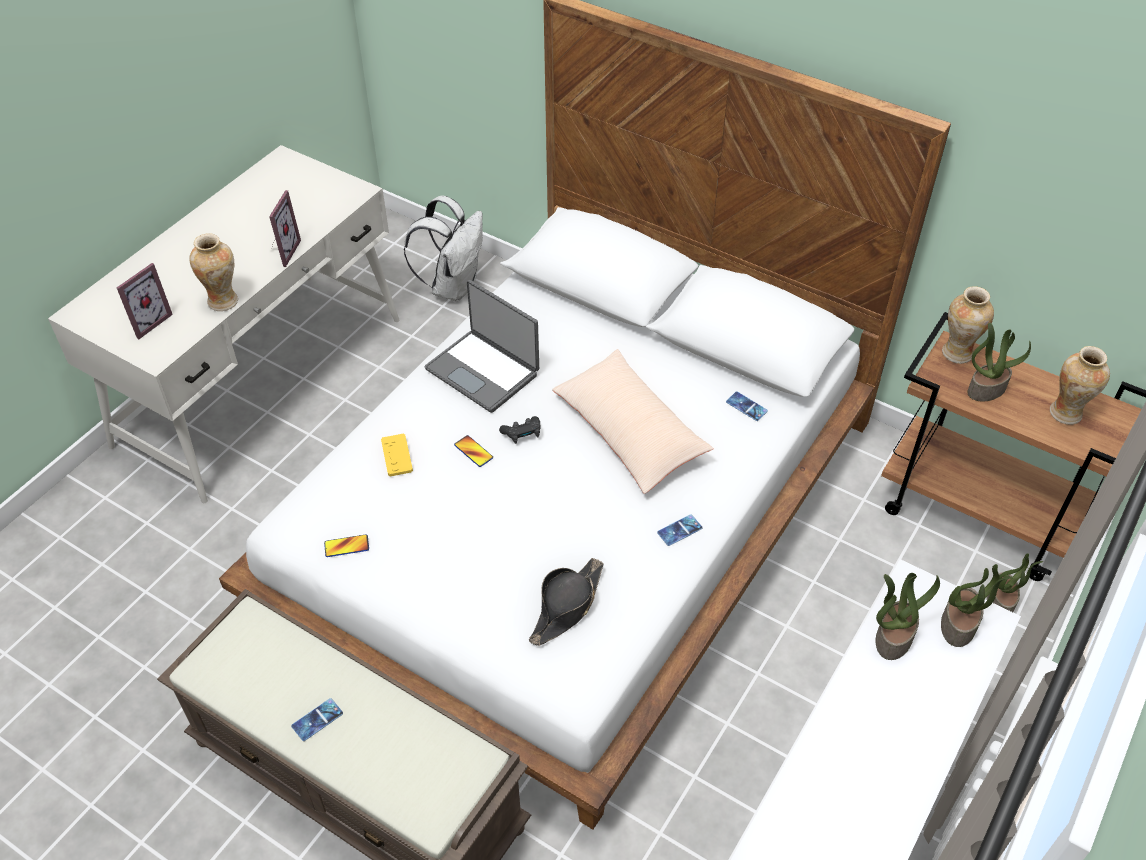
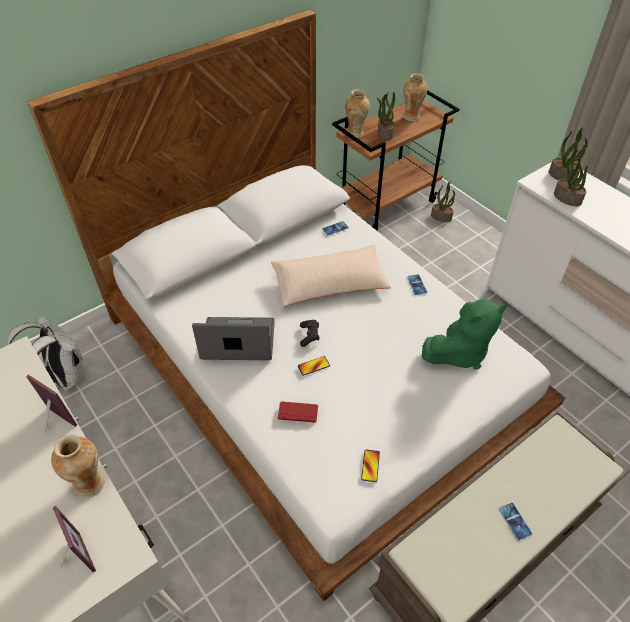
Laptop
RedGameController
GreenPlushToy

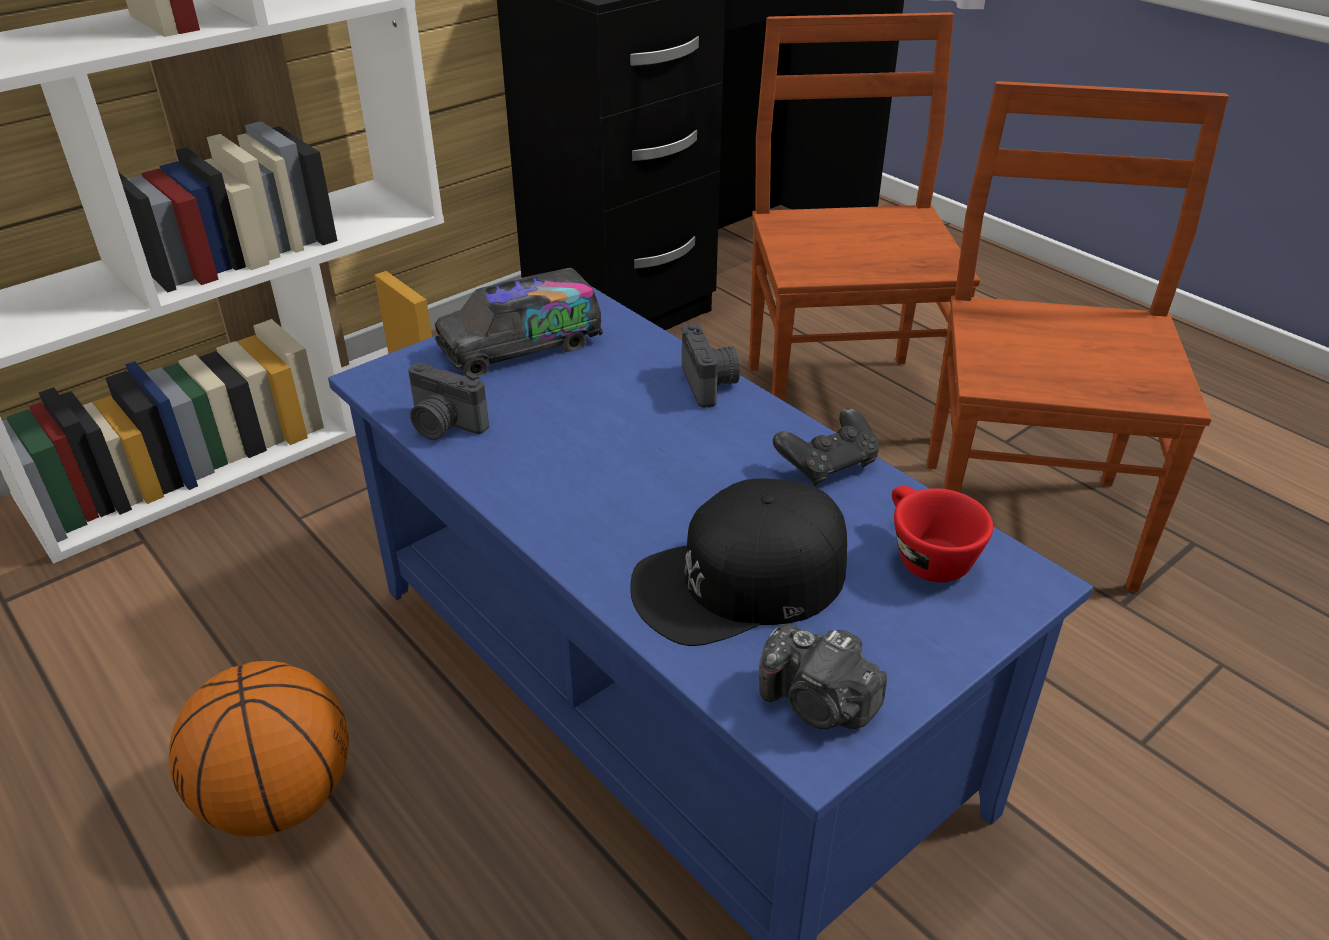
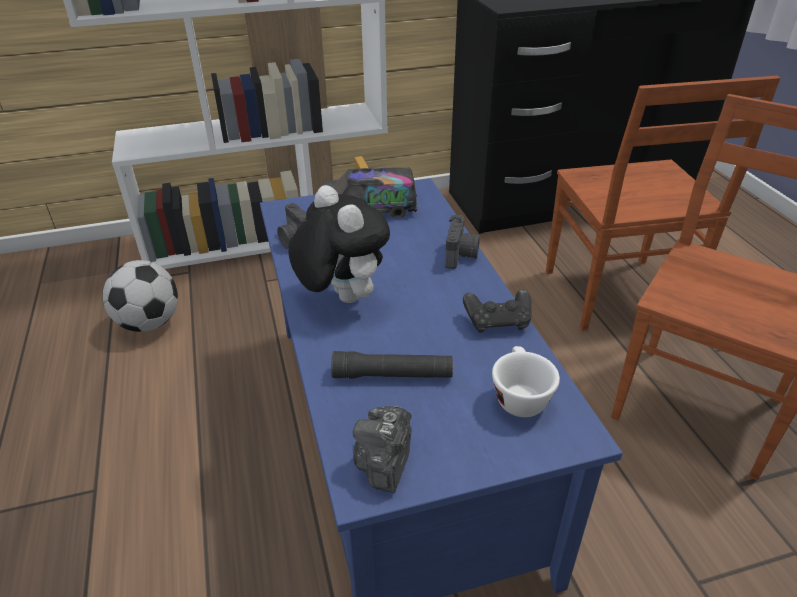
BrownChair (no. 1 from left)
BlackFlashlight
WhiteCup
PhotoCamera (no. 2 from left)
Basketball
PlushToy
Football

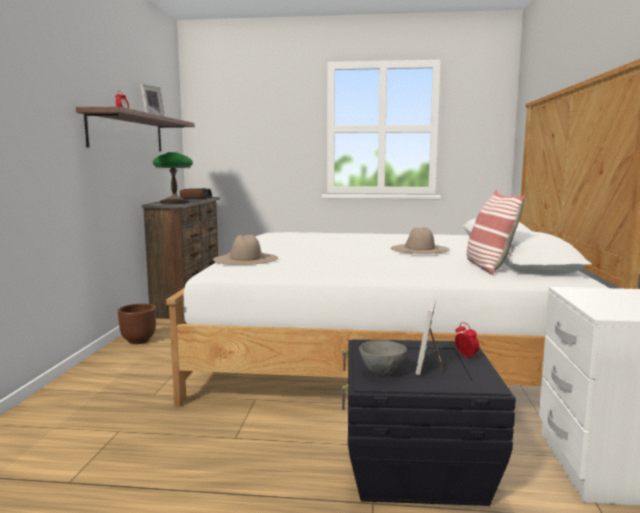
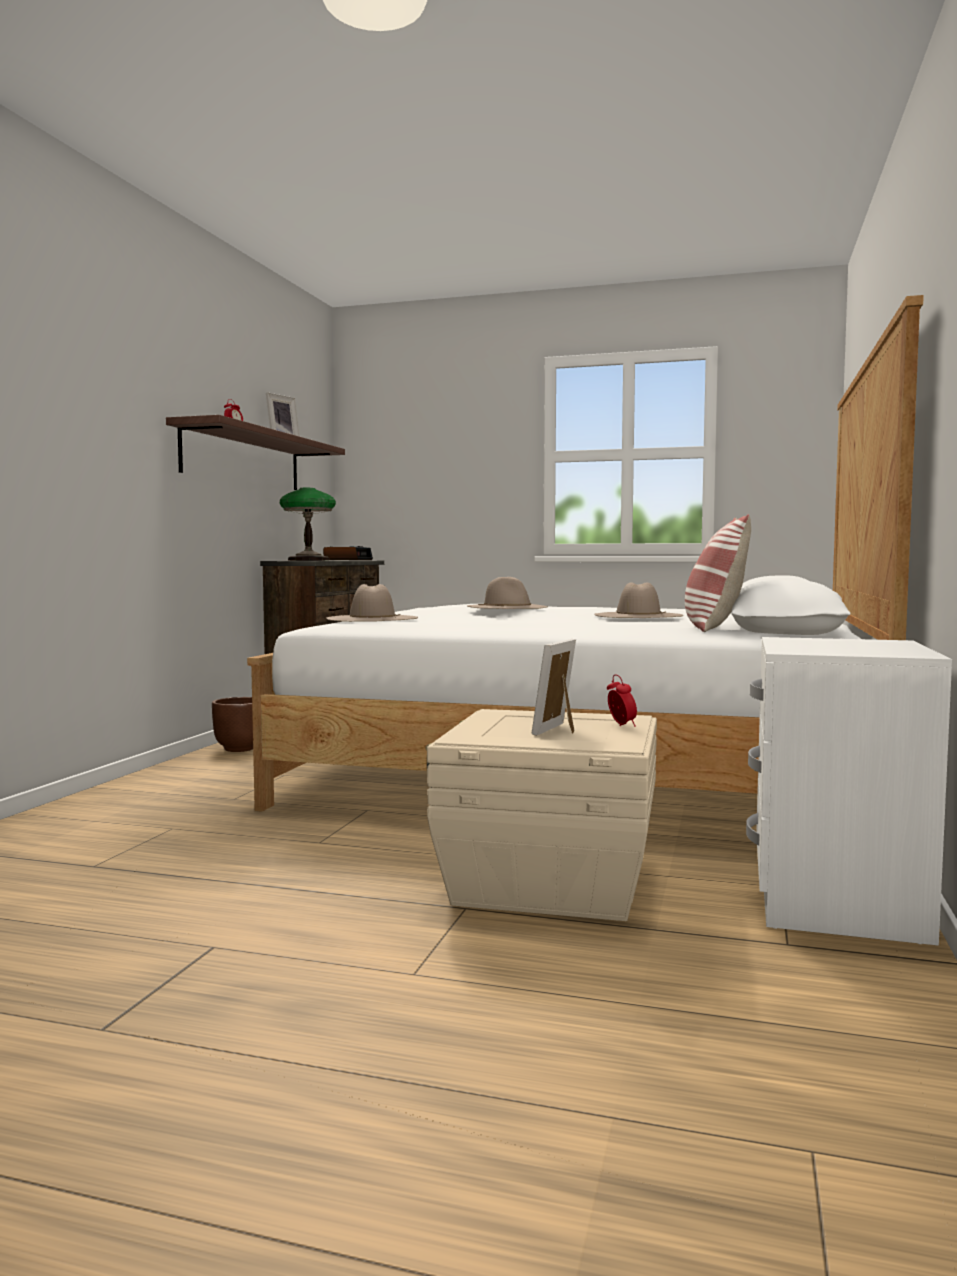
BeigeStorageBox
GreyBowl
BeigeHat (no. 2 from left)

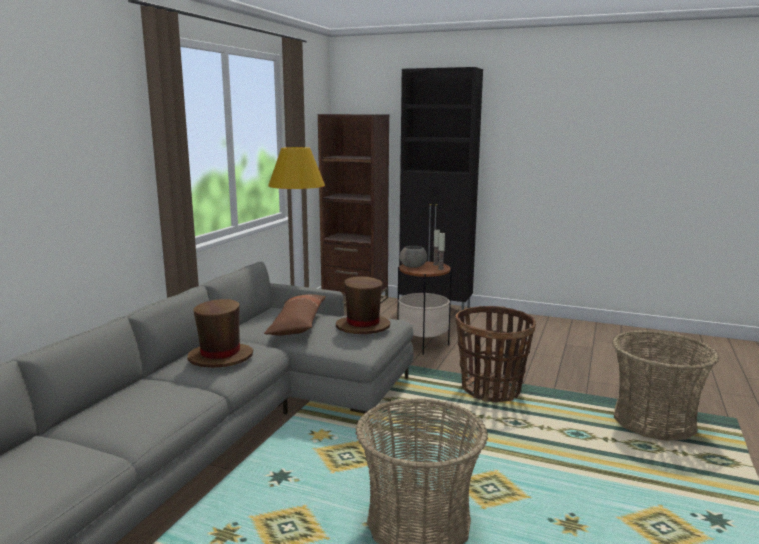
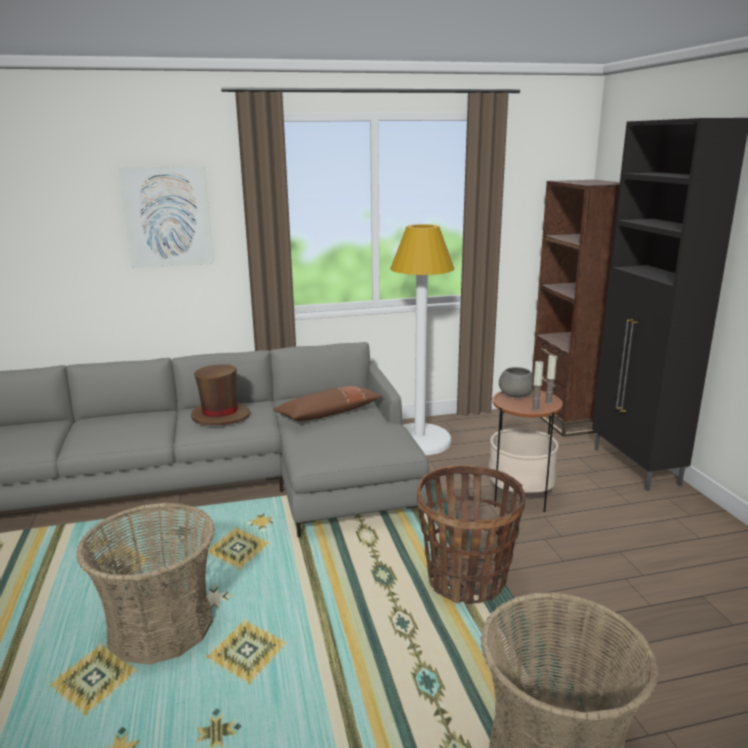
BrownHat (no. 2 from left in the first image)
Picture

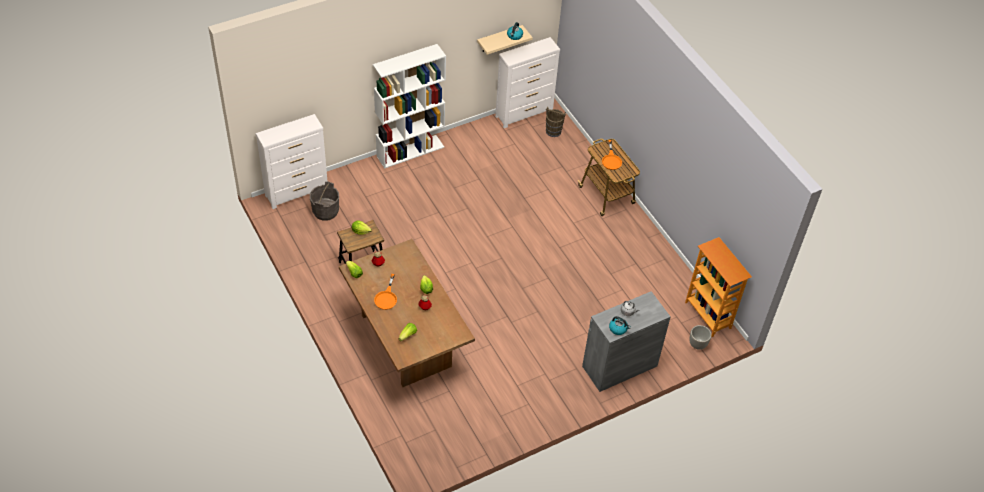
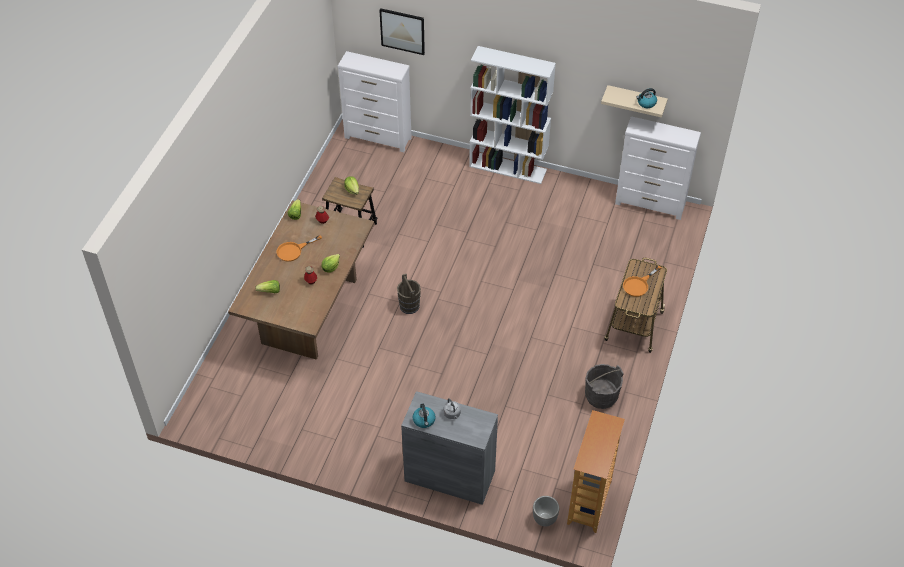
BrownBucket
GreyBucket
Picture

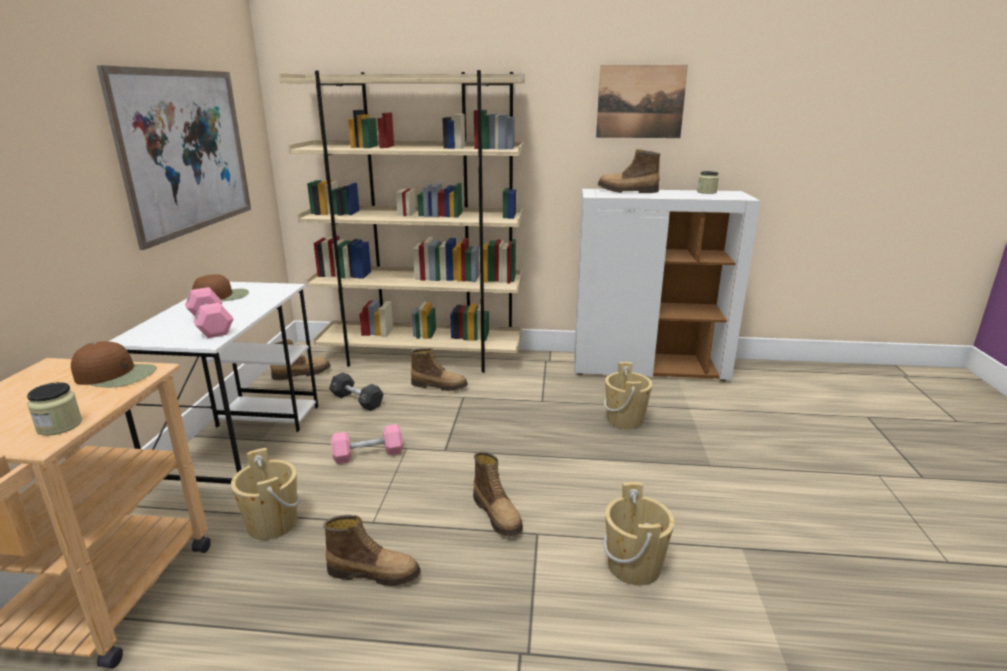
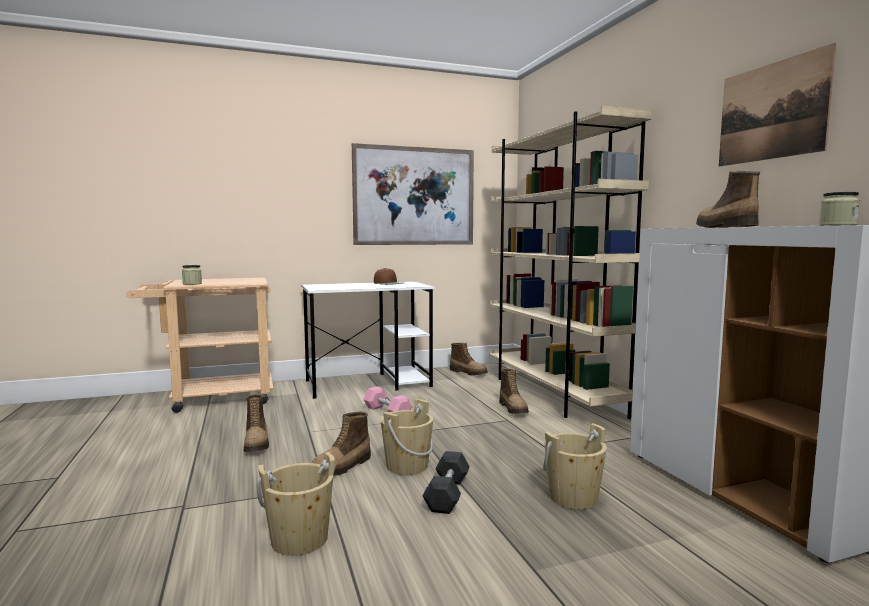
PinkDumbbell (no. 1 from left in the first image)
BrownCap (no. 1 from left in the first image)
BlackDumbbell
BeigeBucket (no. 2 from left)

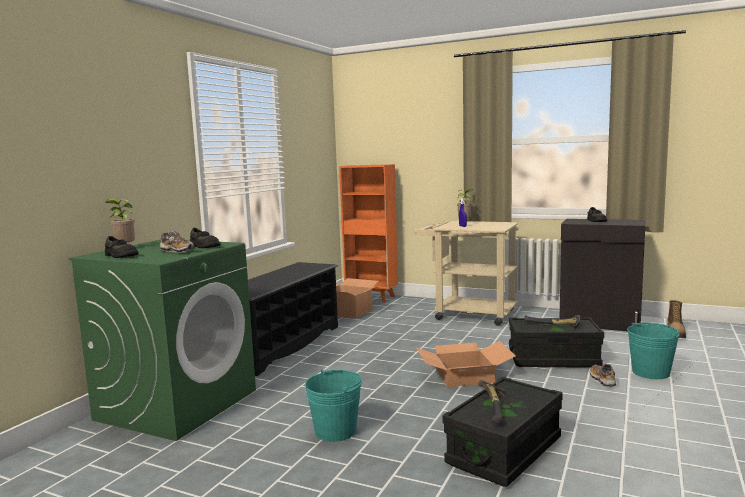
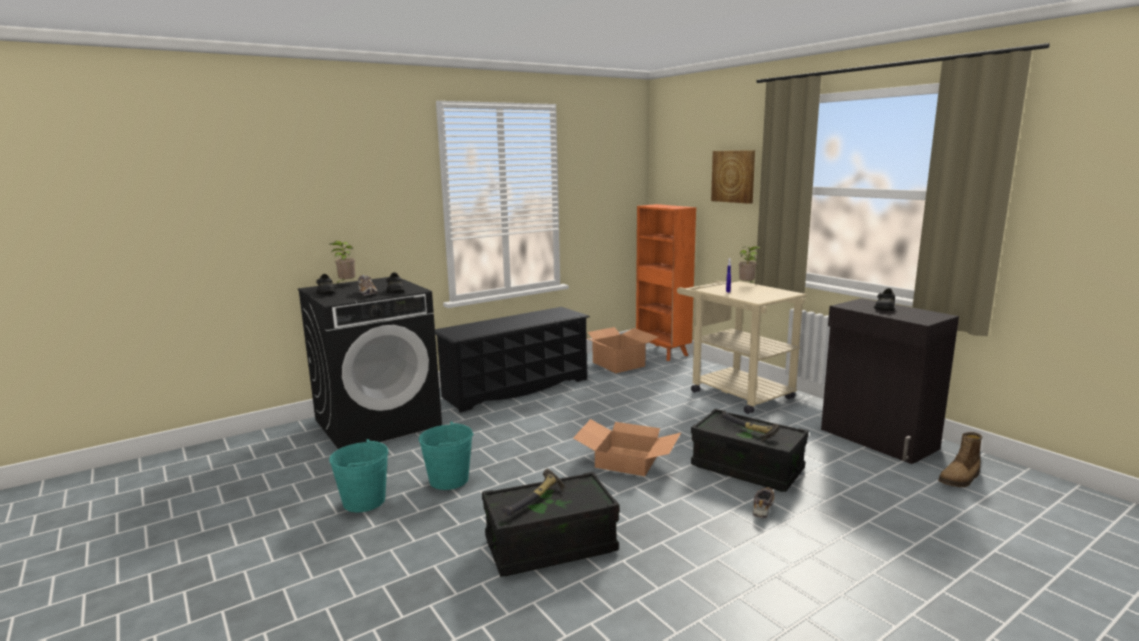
BlackWashingMachine
TurquoiseBucket (no. 1 from left)
Picture

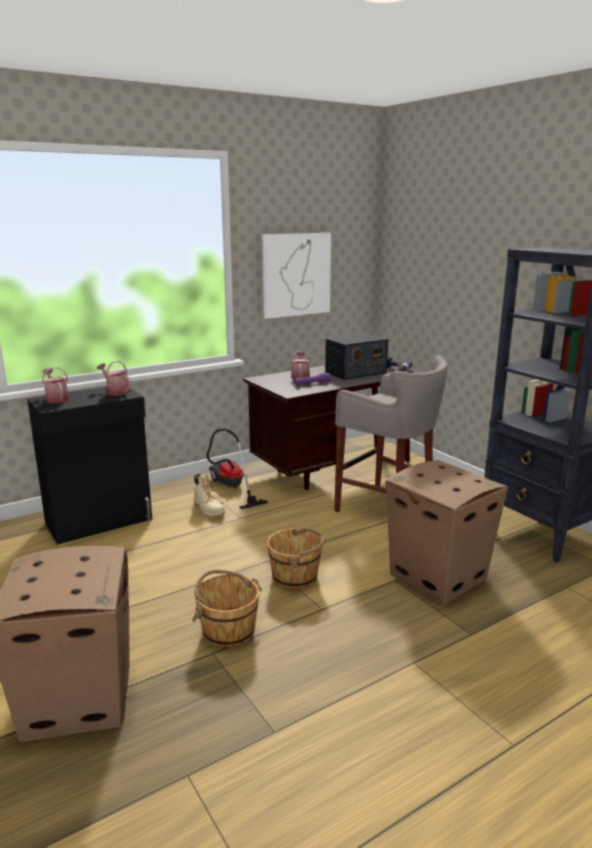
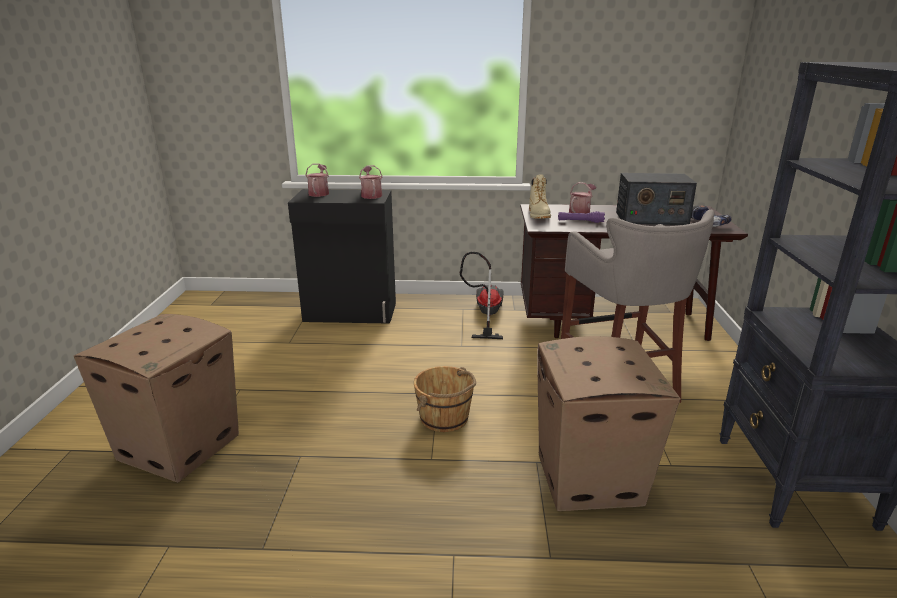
Picture
BeigeBoot
BrownBucket (no. 1 from left in the first image)

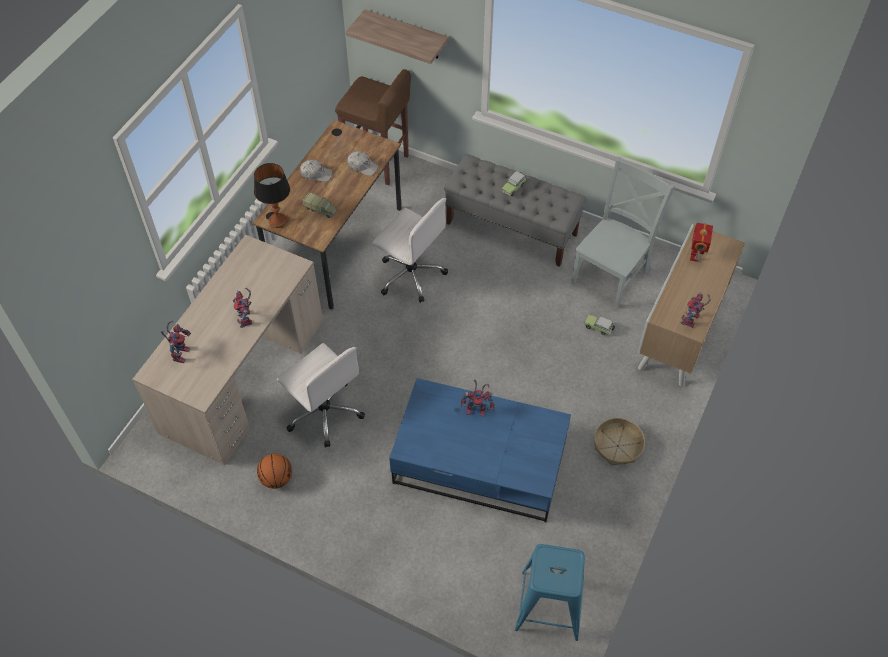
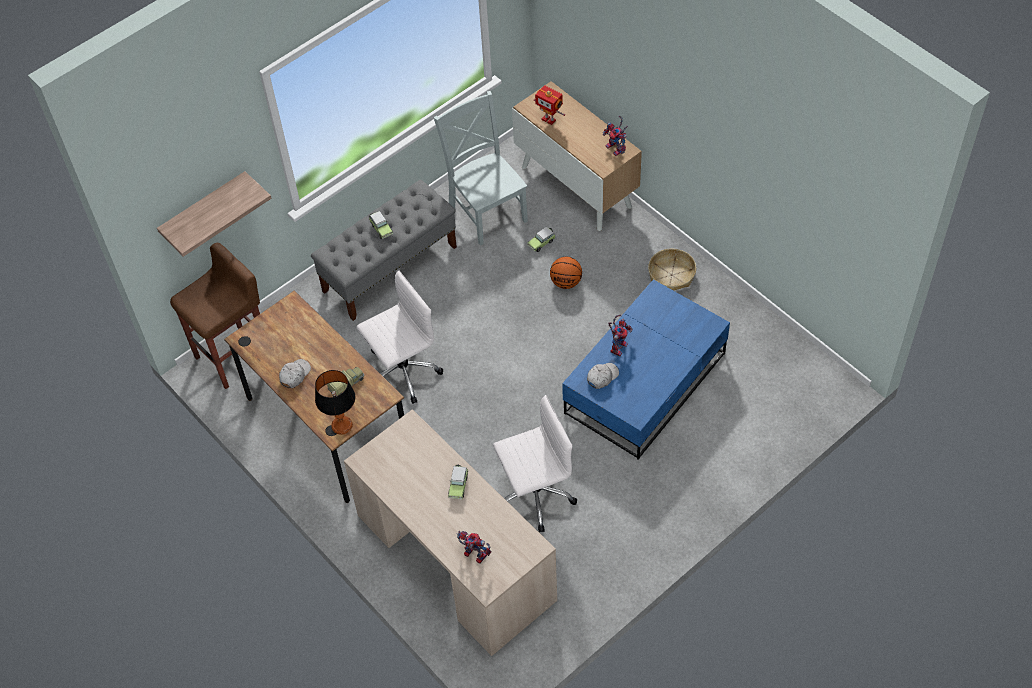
WhiteCap (no. 2 from left)
ToyCar (no. 2 from left)
Basketball
BlueStool

